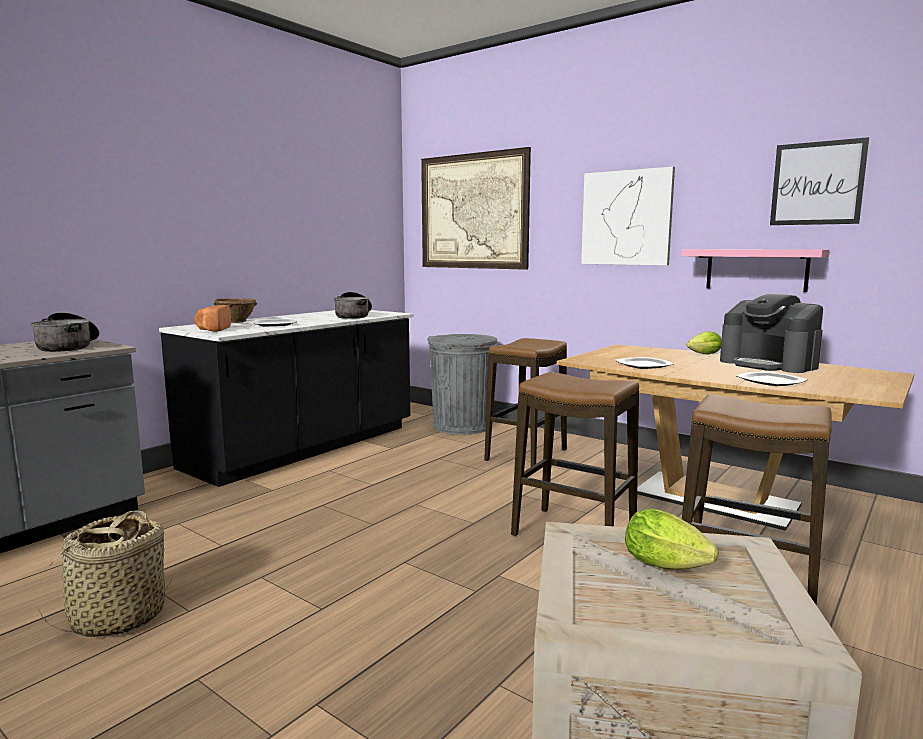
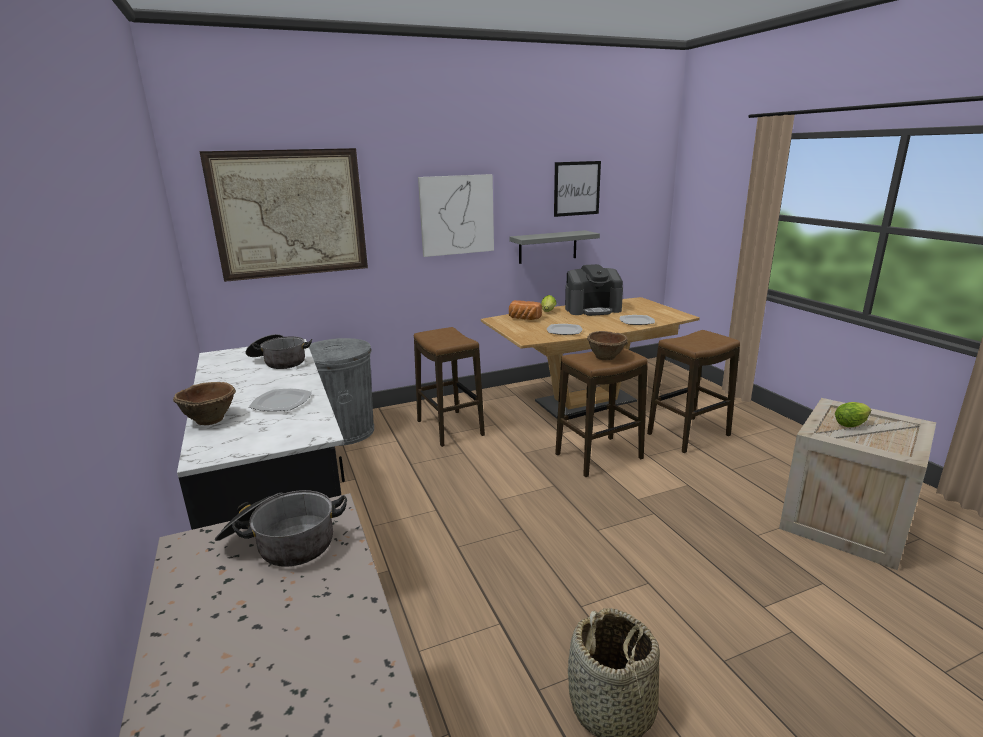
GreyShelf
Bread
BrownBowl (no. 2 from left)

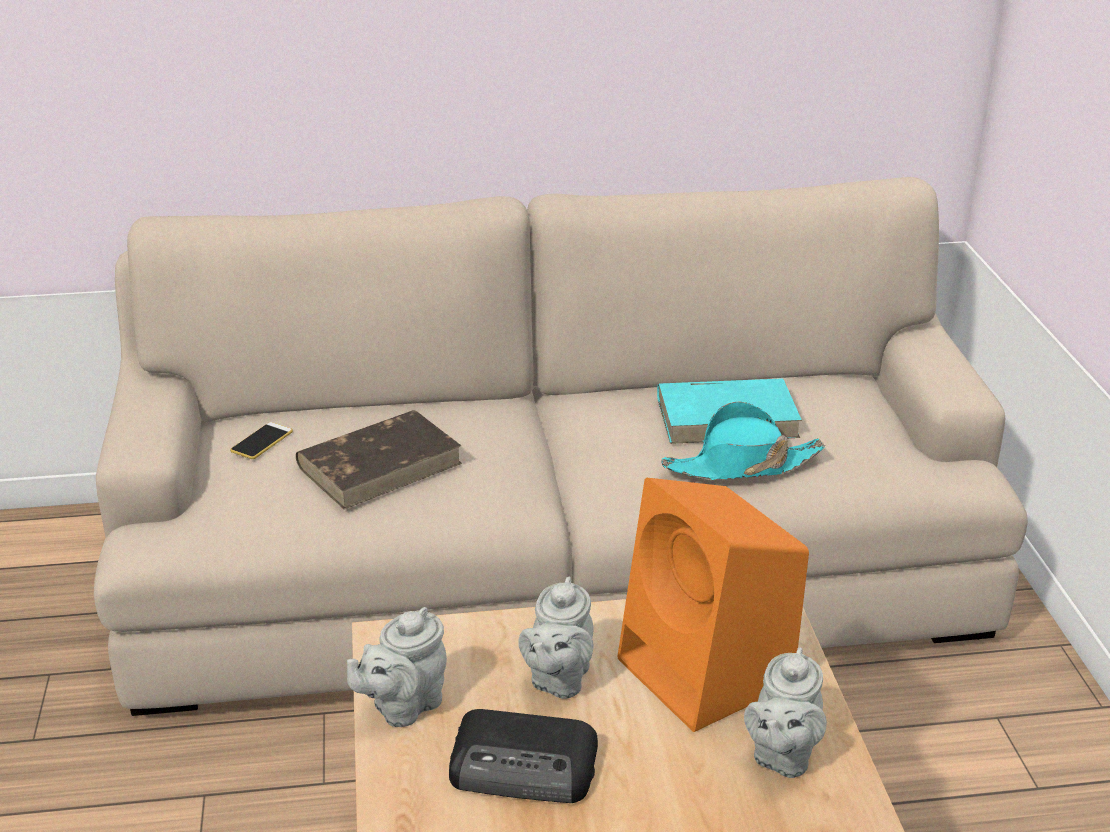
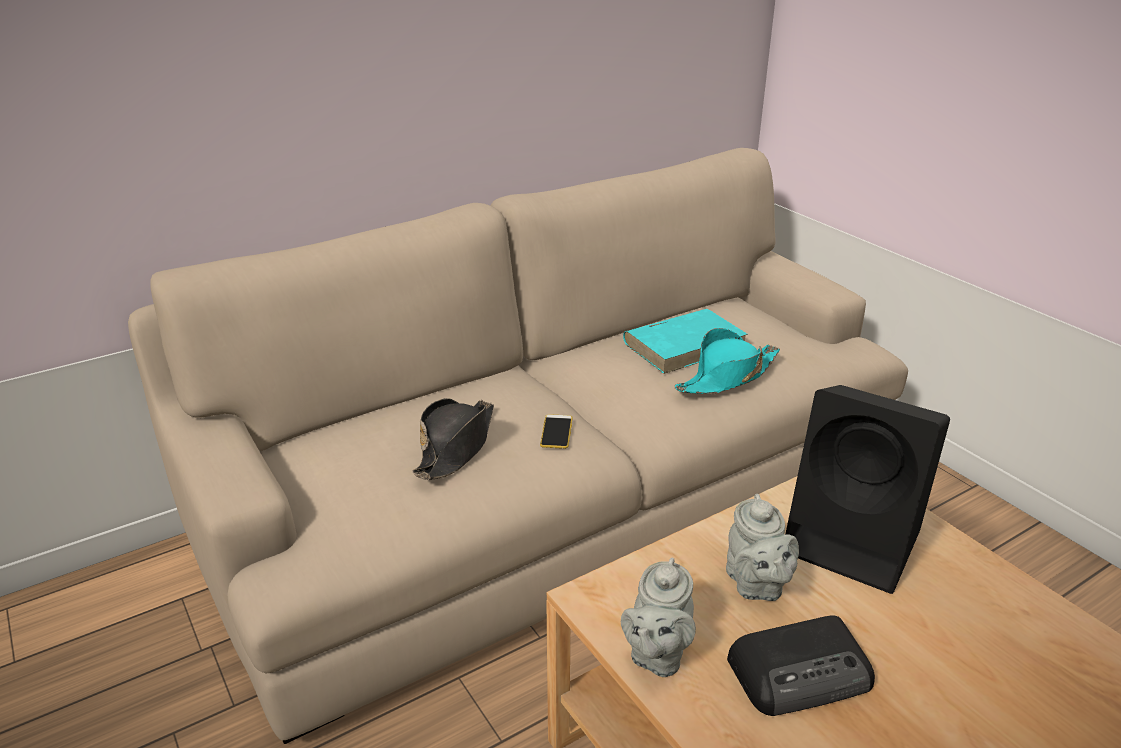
BlackHat
Phone
BlackSpeaker
GreyTeapot (no. 3 from left in the first image)

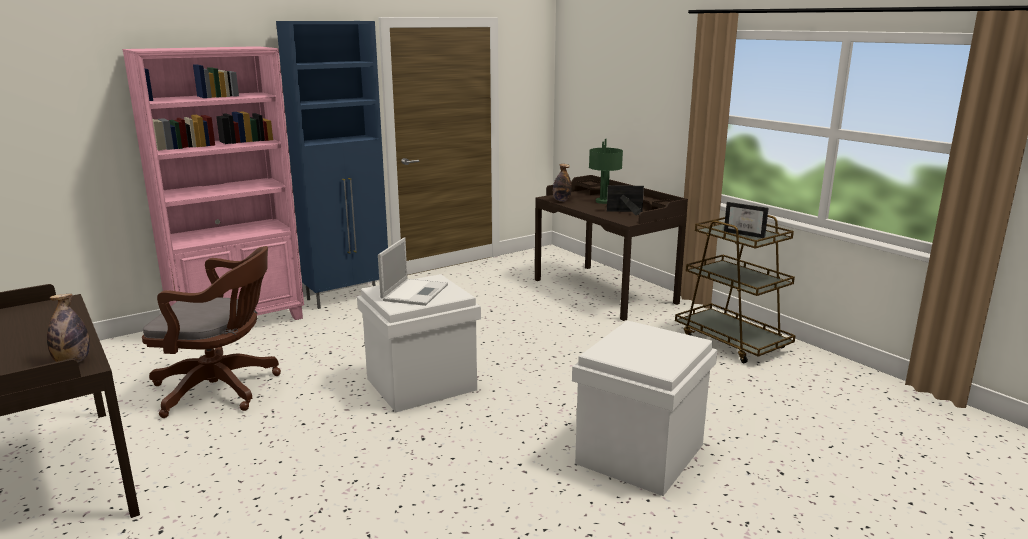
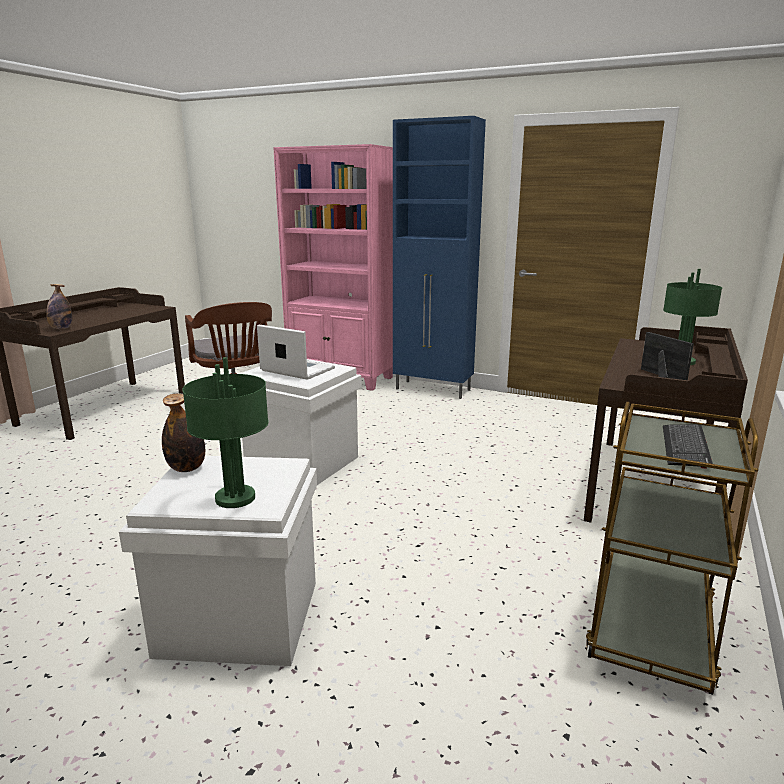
Bottle (no. 2 from left)
Keyboard
Laptop
GreenTableLamp (no. 1 from left)

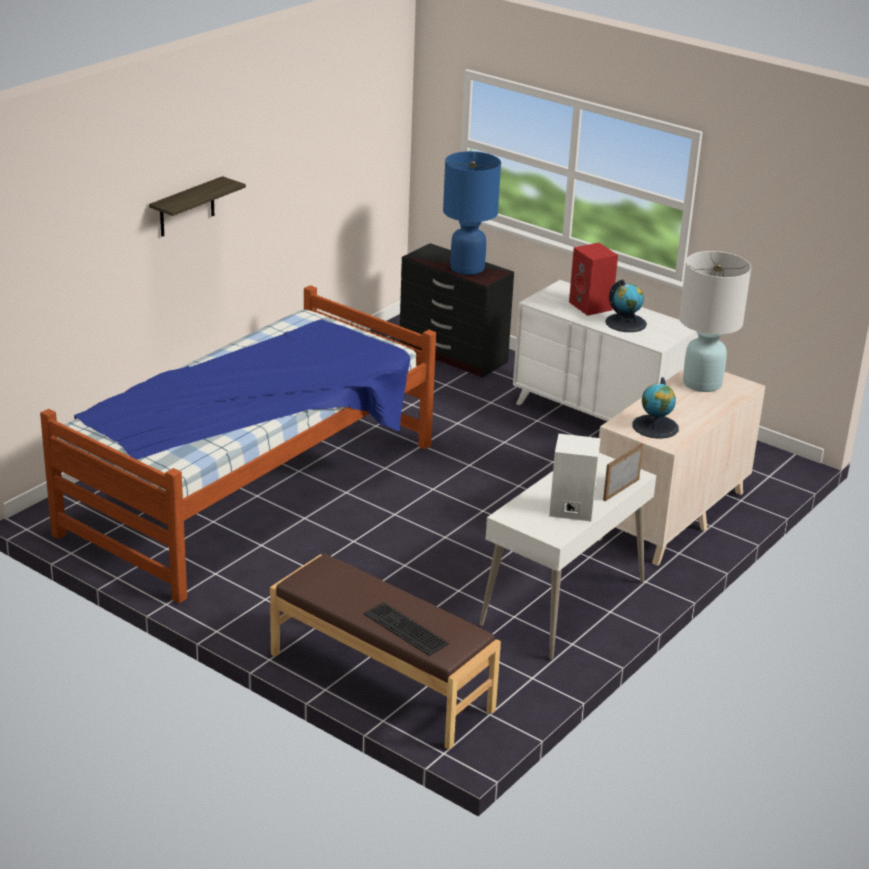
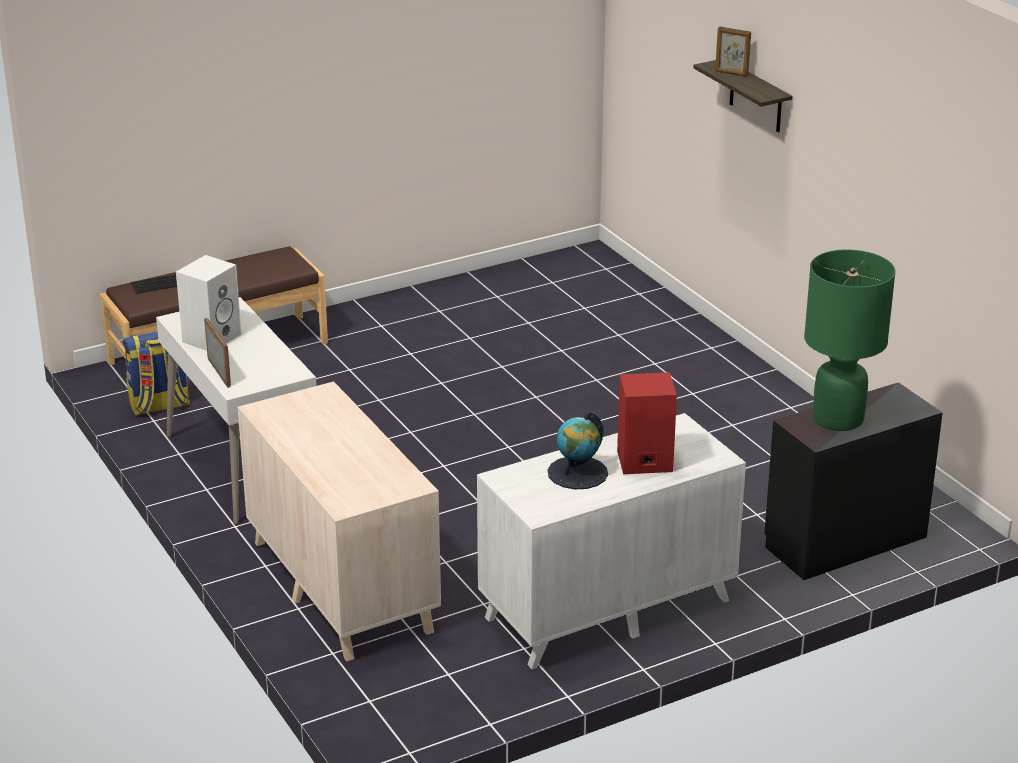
GreenTableLamp
WhiteTableLamp
Bed
Globe (no. 2 from left in the first image)
PictureFrame (no. 2 from left)
Backpack

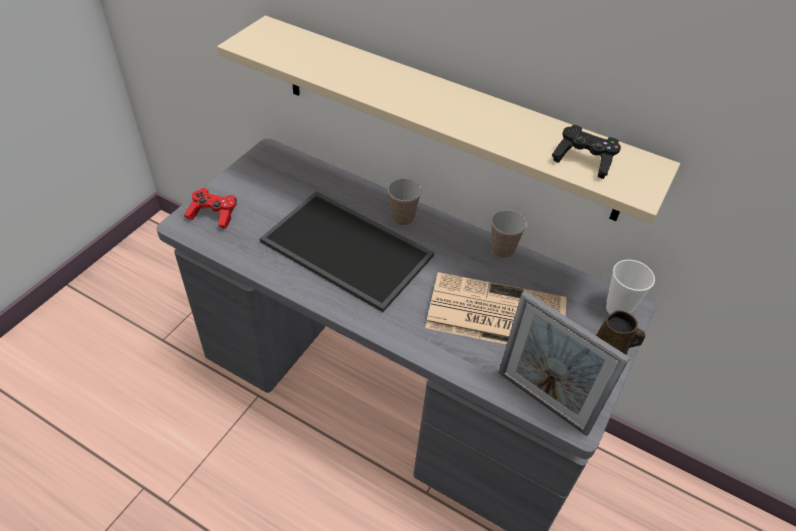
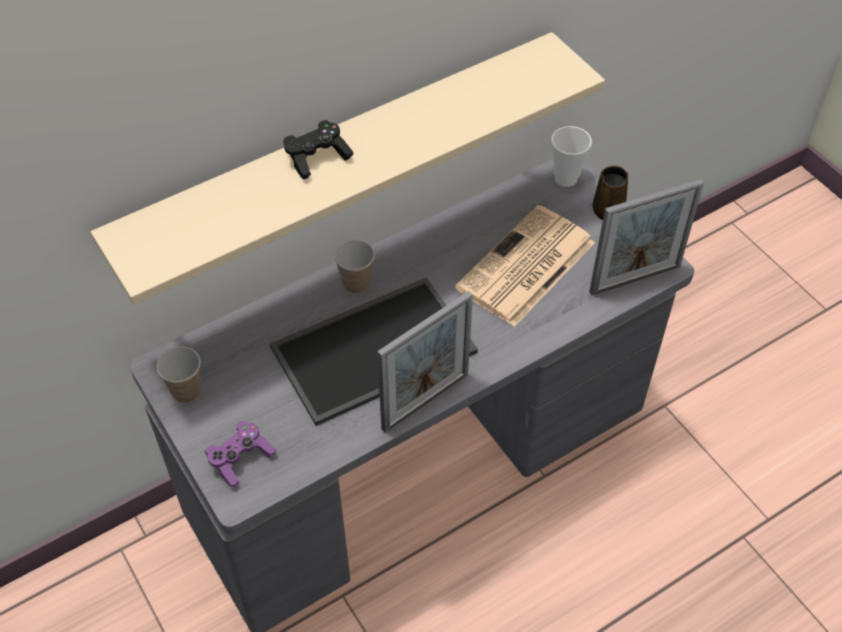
BlackGameController
PurpleGameController
Cup (no. 1 from left)
PictureFrame (no. 1 from left)

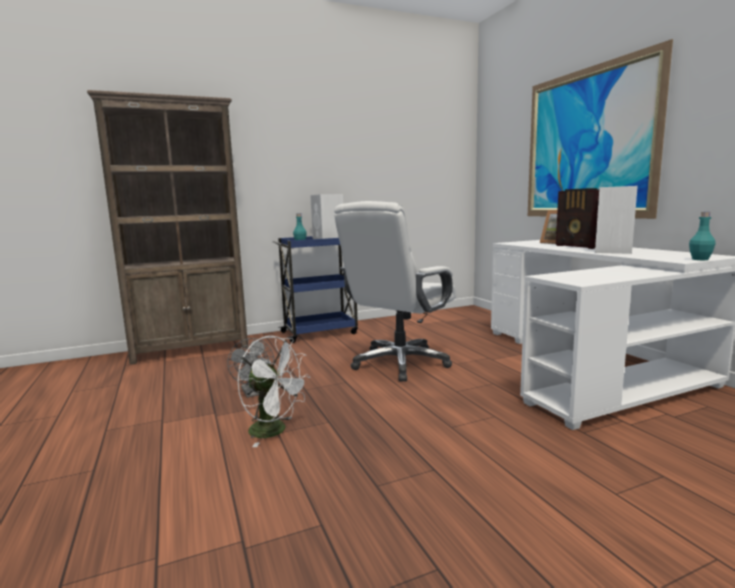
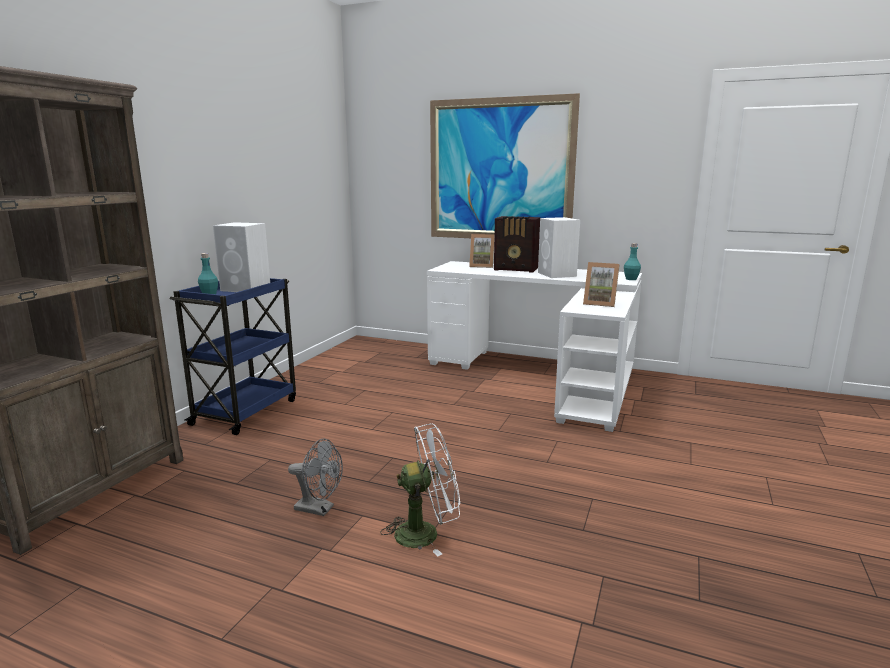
WhiteOfficeChair
PictureFrame (no. 2 from left)

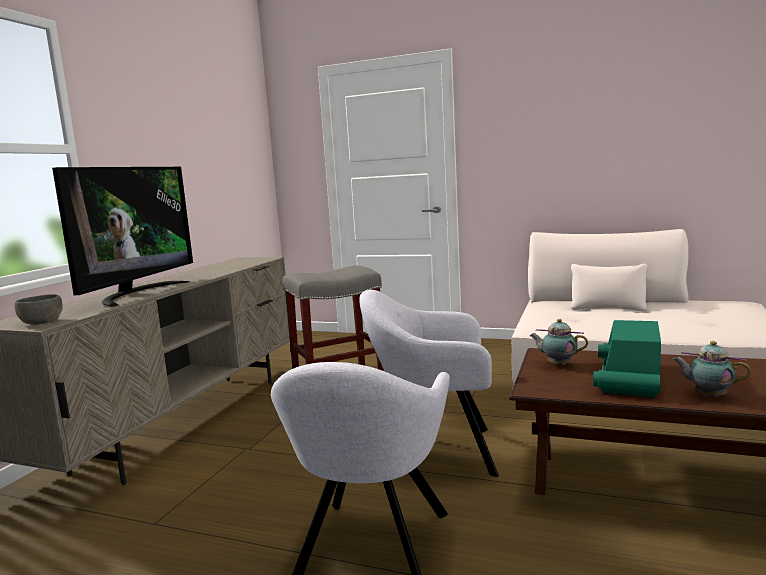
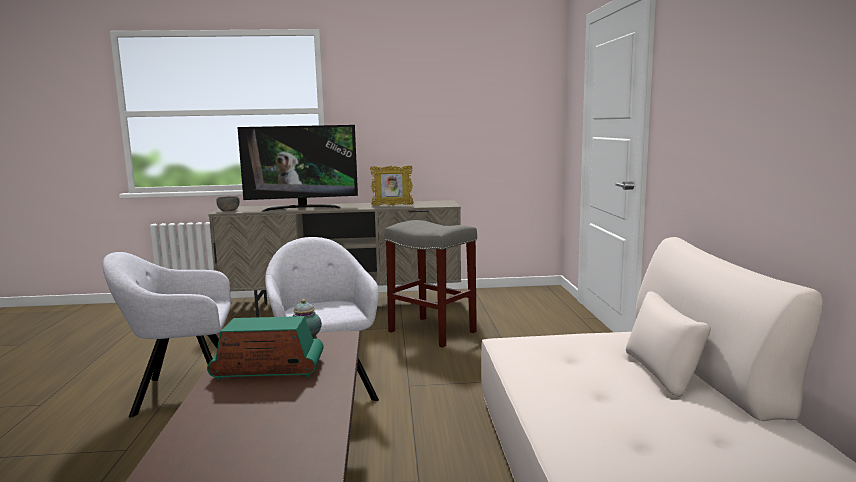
Teapot (no. 2 from left in the first image)
PictureFrame

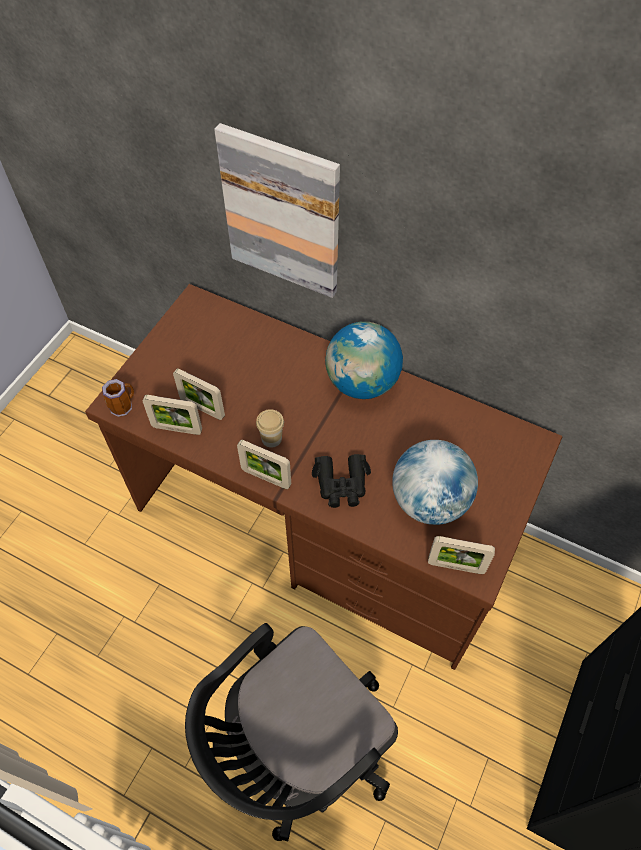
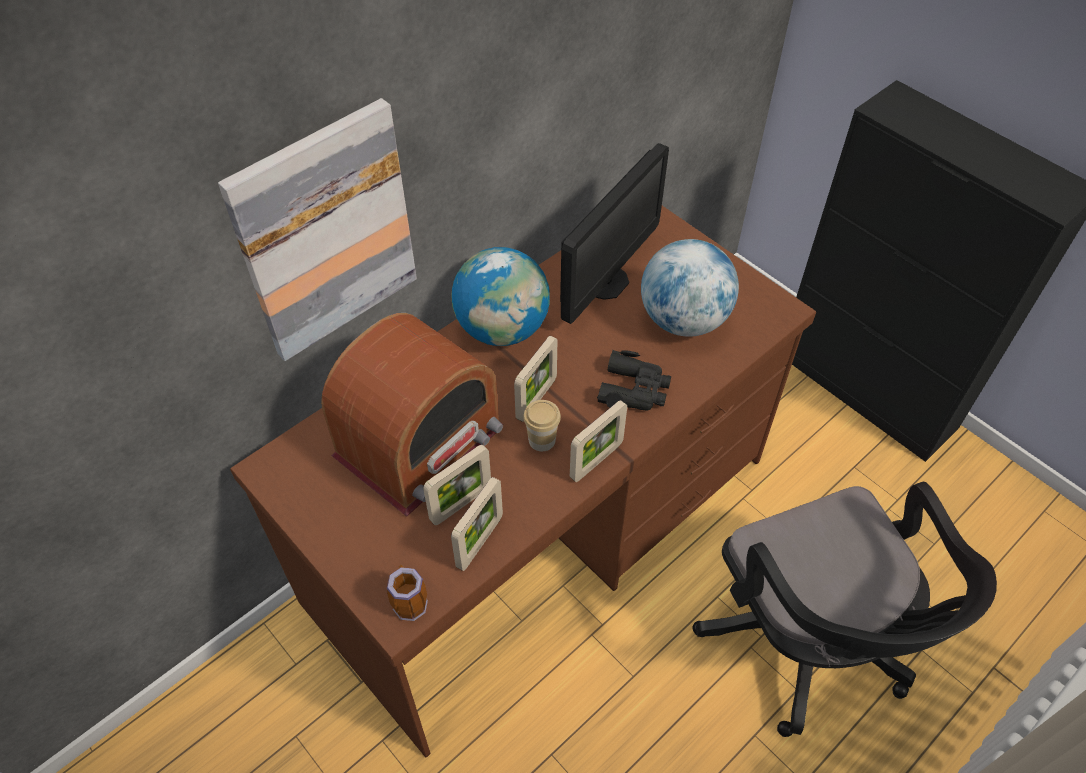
PictureFrame (no. 3 from left)
Monitor
Radio

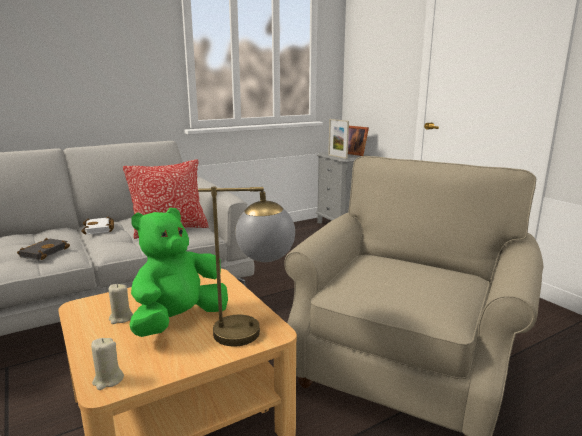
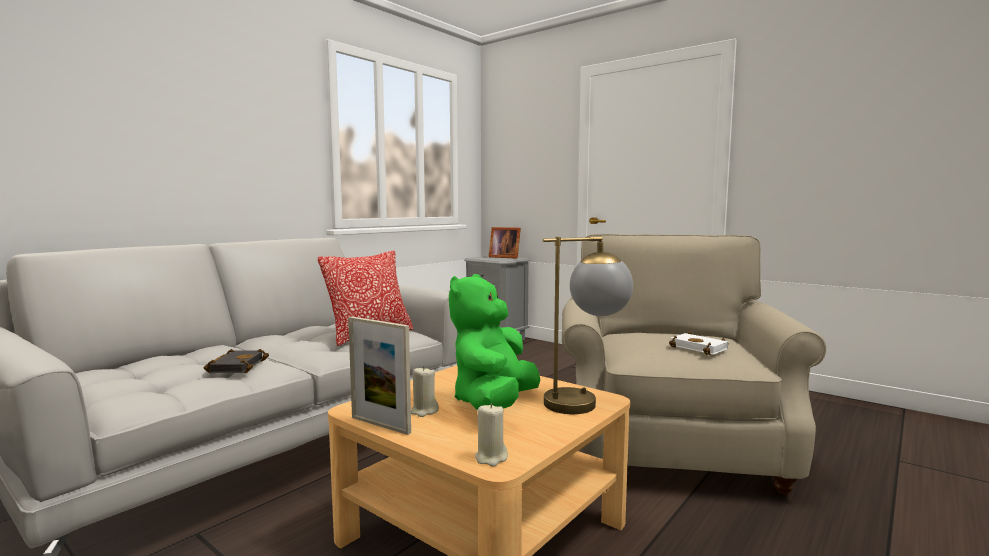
PictureFrame (no. 1 from left)
WhiteBook

